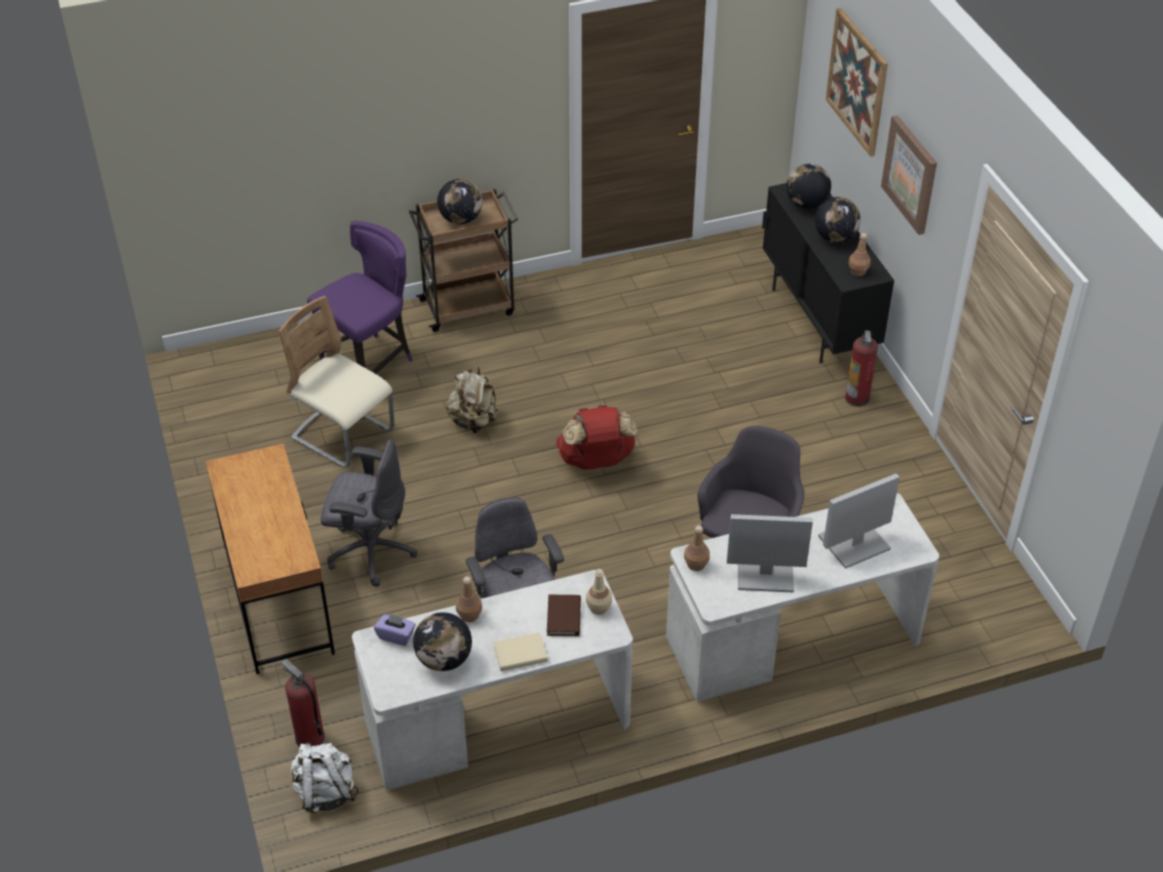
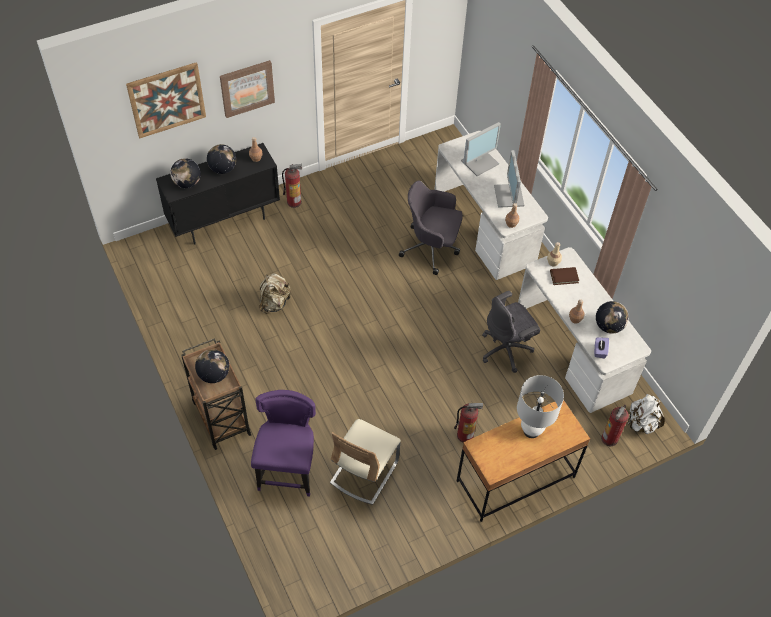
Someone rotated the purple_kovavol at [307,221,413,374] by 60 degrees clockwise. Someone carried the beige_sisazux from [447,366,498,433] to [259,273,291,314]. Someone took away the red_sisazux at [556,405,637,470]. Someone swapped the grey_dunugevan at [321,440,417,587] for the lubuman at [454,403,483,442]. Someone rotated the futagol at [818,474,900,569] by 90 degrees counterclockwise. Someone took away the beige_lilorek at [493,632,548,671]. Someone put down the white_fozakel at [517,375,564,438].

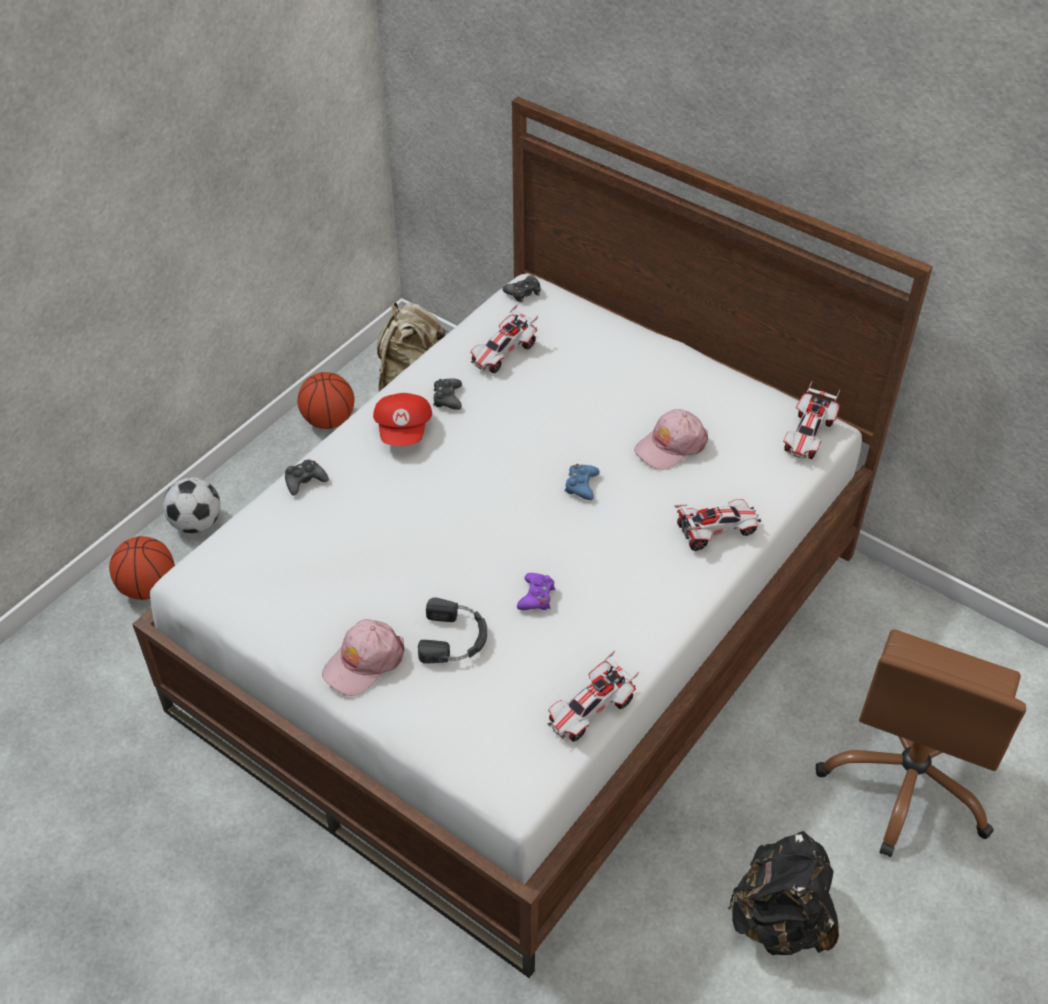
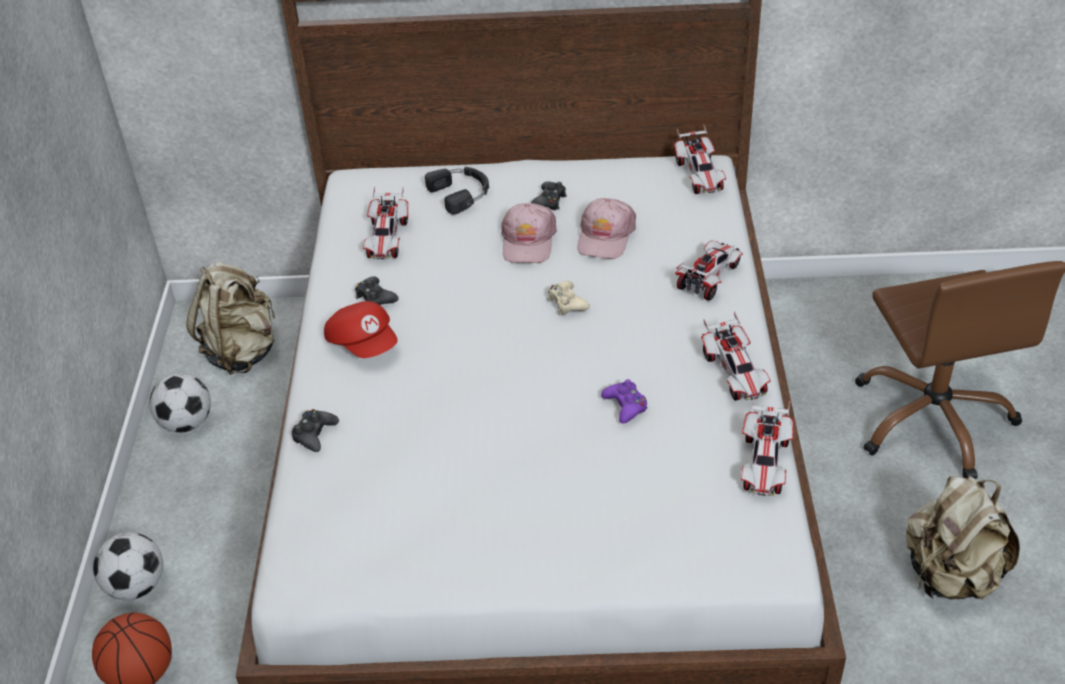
Someone carried the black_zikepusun from [502,275,541,302] to [531,182,567,210]. Someone swapped the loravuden at [297,372,354,429] for the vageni at [149,373,211,433]. Someone repainted the blue_zikepusun at [565,464,600,500], which became the beige_zikepusun at [547,281,590,315]. Someone carried the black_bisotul from [418,598,487,664] to [425,167,489,215]. Someone carried the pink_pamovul from [322,619,404,696] to [501,203,557,263]. Someone repainted the black_sisazux at [728,831,839,955], which became the beige_sisazux at [906,476,1020,599]. Someone put down the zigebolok at [701,311,771,401].

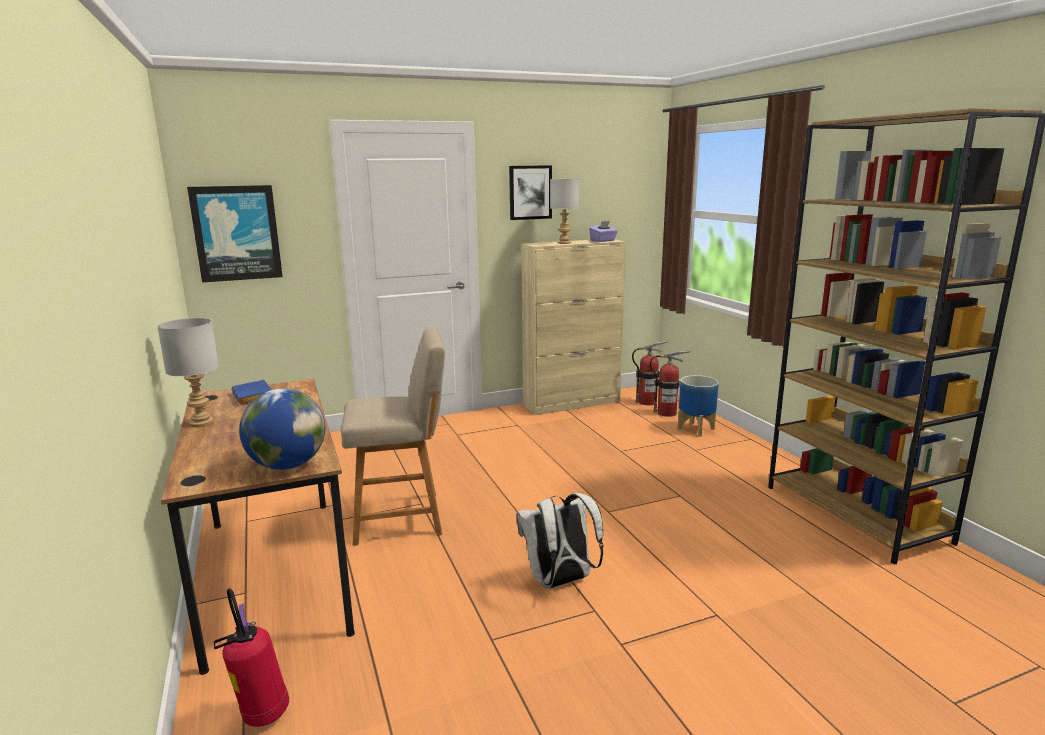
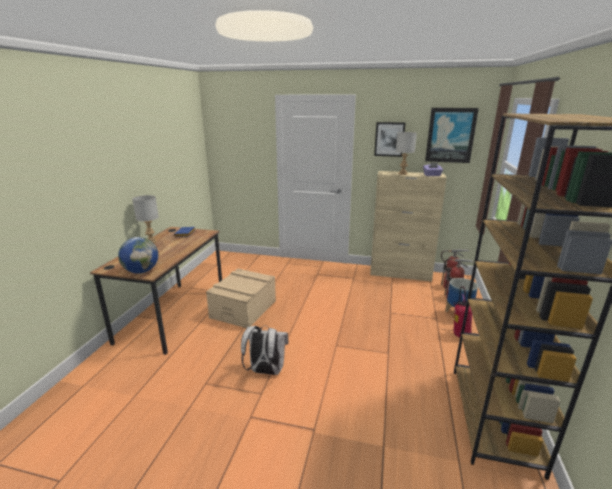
Someone carried the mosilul from [187,185,283,283] to [425,108,479,163]. Someone swapped the beige_kovavol at [341,327,445,546] for the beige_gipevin at [206,268,276,328]. Someone carried the lubuman from [214,588,289,727] to [453,286,472,338].

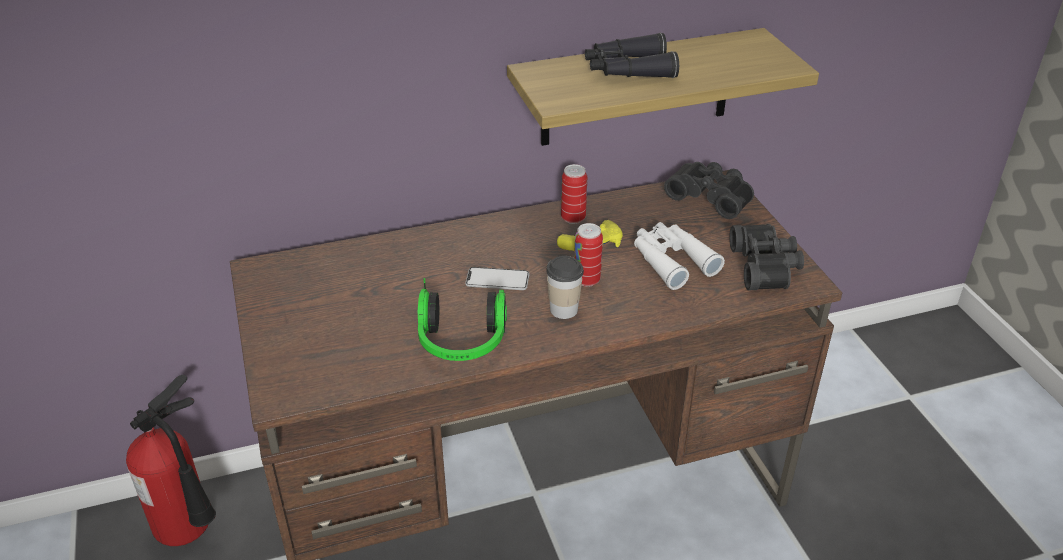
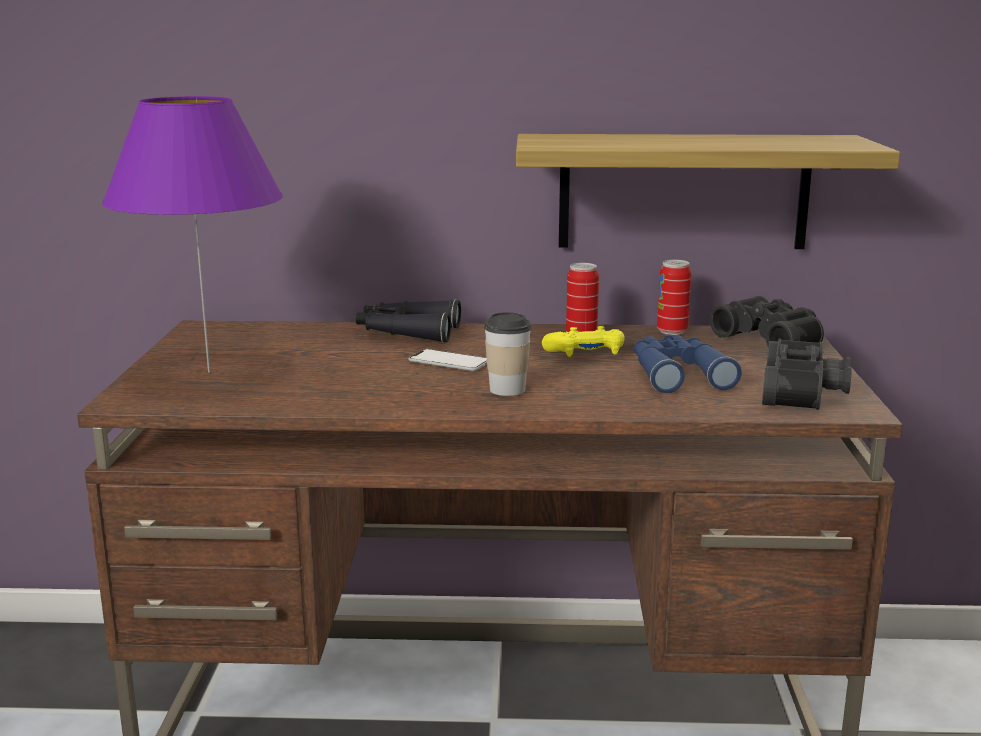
Someone carried the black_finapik from [585,33,679,78] to [356,299,461,343]. Someone repainted the white_finapik at [634,222,725,290], which became the blue_finapik at [634,334,741,393]. Someone carried the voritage from [574,223,603,287] to [657,260,692,335]. Someone took away the bisotul at [418,278,507,361]. Someone took away the lubuman at [126,375,216,546]. Someone put down the purple_fozakel at [102,96,283,373].

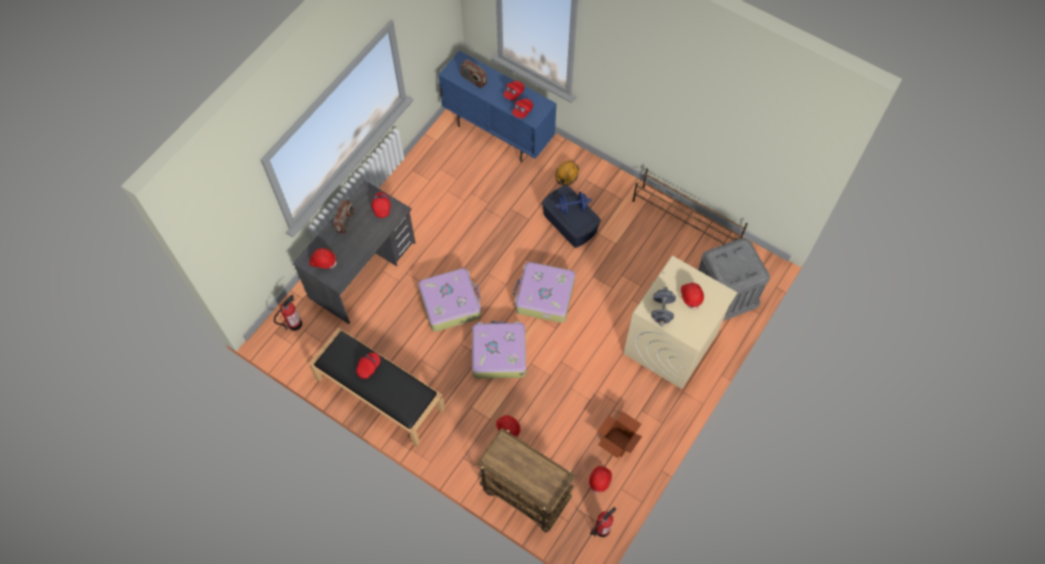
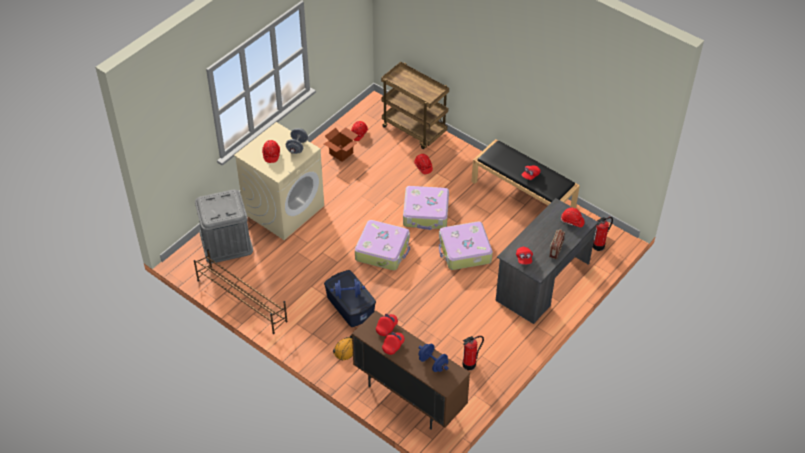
Someone repainted the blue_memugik at [438,51,557,162], which became the brown_memugik at [352,311,470,430]. Someone swapped the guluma at [461,59,487,88] for the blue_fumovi at [418,344,449,372]. Someone carried the lubuman from [590,507,616,537] to [462,336,484,370].

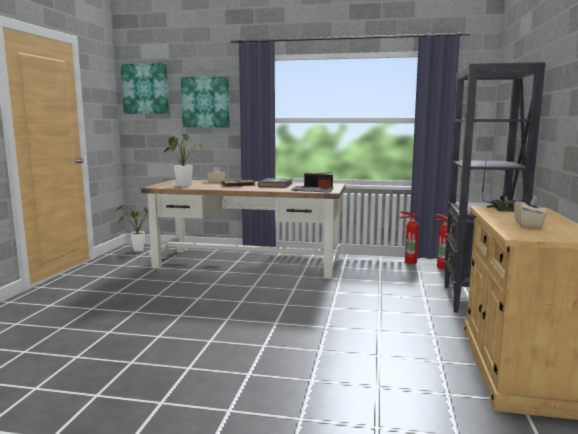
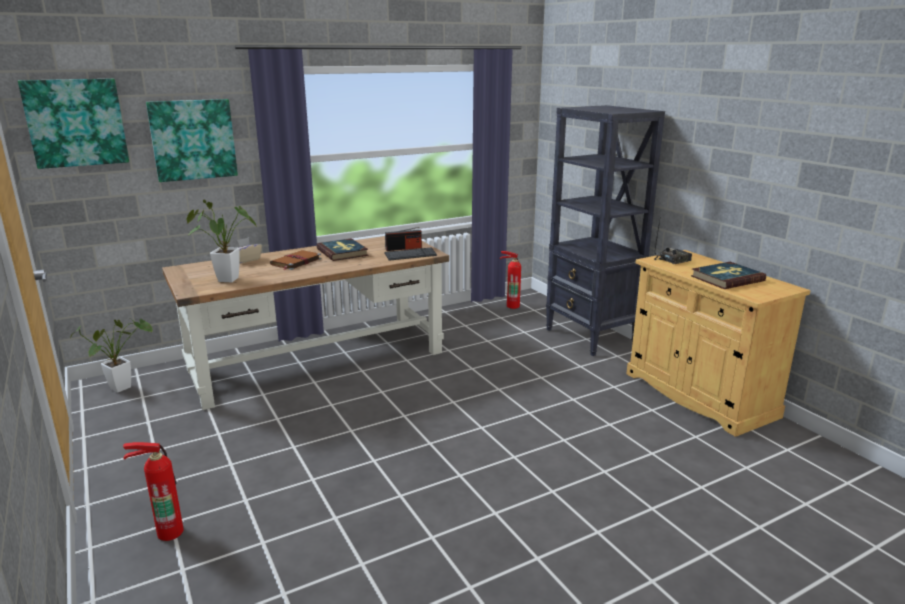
Someone swapped the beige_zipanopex at [514,195,547,228] for the lilorek at [691,262,766,289]. Someone carried the lubuman from [400,211,419,264] to [123,442,184,541].

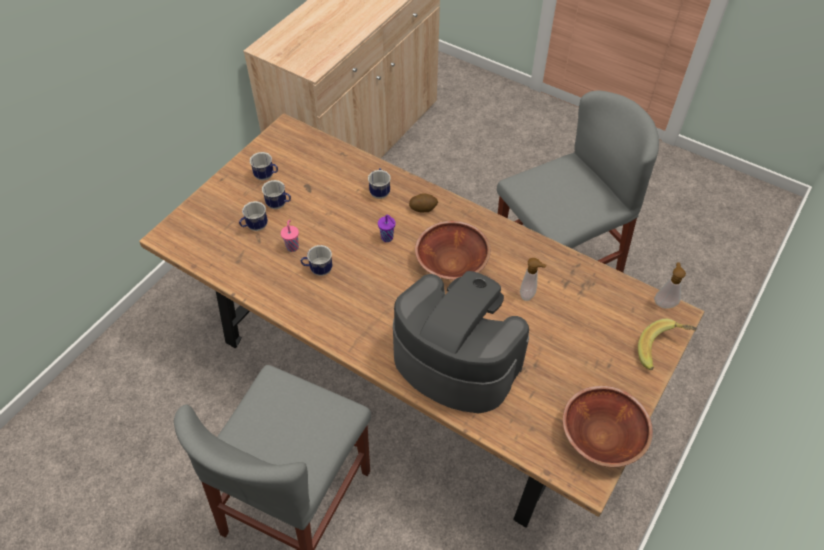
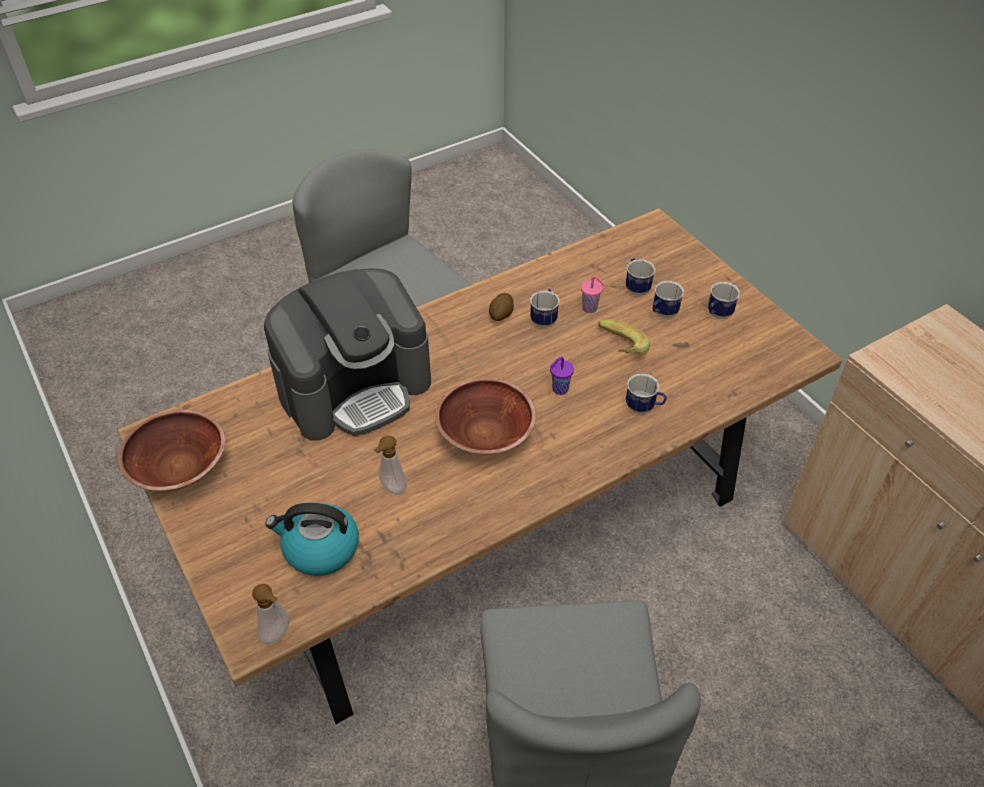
Someone carried the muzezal from [409,193,438,213] to [489,293,514,321]. Someone carried the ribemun from [638,319,697,370] to [598,319,650,354]. Someone put down the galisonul at [265,503,359,576].

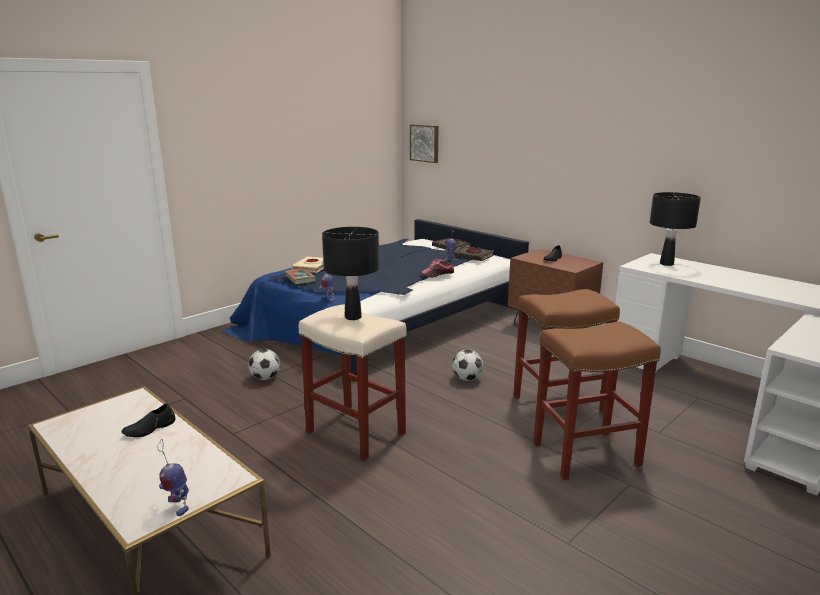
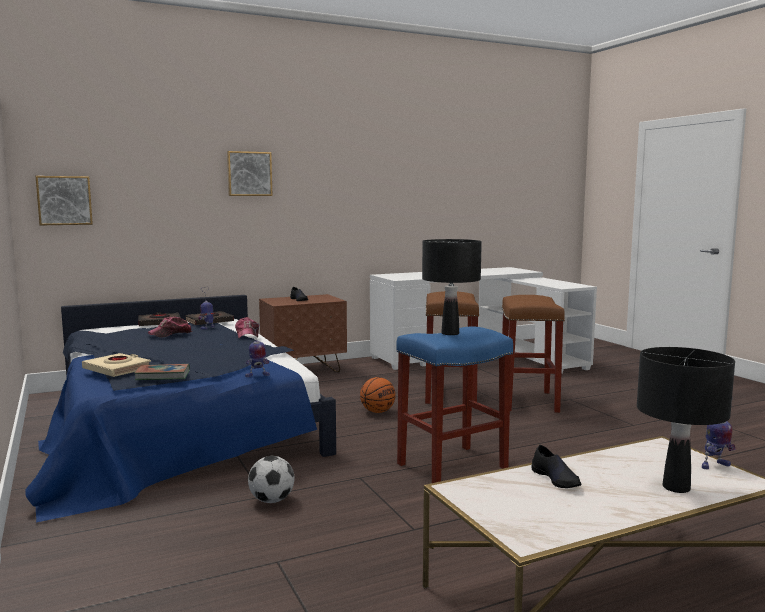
Someone carried the black_fozakel from [649,192,701,266] to [637,347,735,493]. Someone repainted the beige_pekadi at [299,304,407,461], which became the blue_pekadi at [396,327,513,483]. Someone swapped the vageni at [452,350,483,381] for the loravuden at [360,377,395,413]. Someone put up the mosilul at [227,151,272,196]. Someone put down the pamovul at [148,316,192,338].

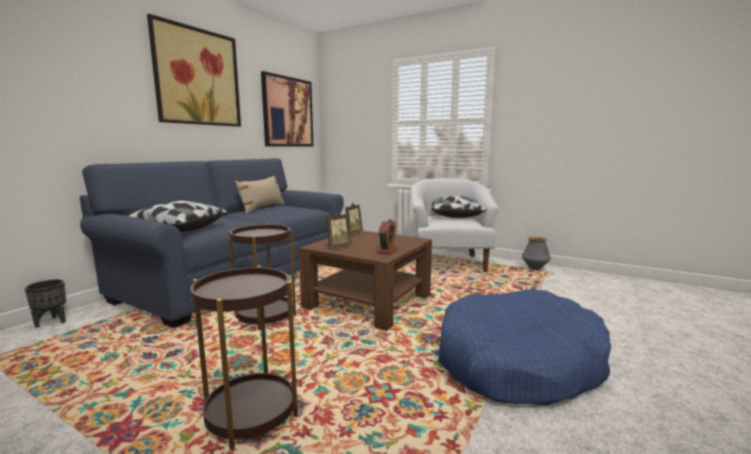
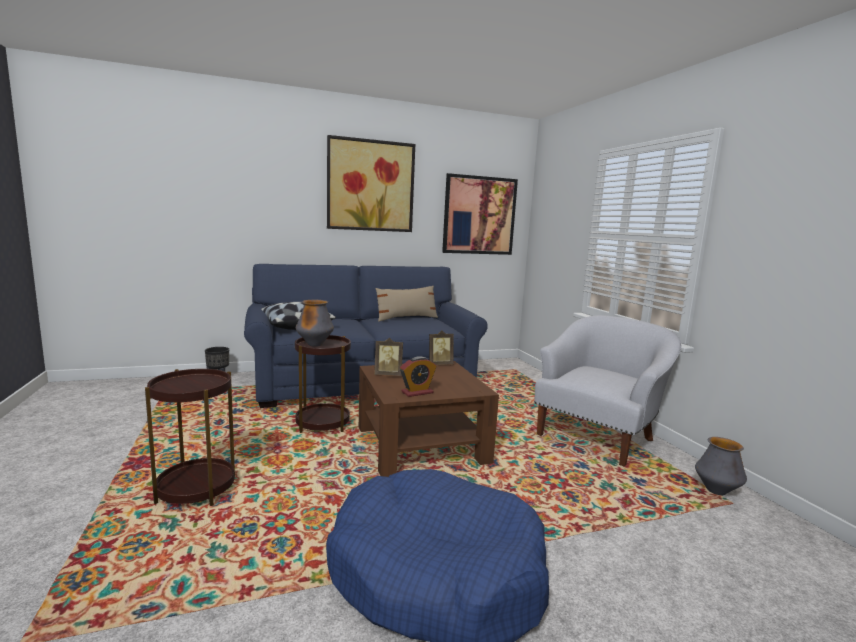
Someone took away the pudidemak at [431,195,487,218]. Someone put down the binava at [296,300,334,347].

